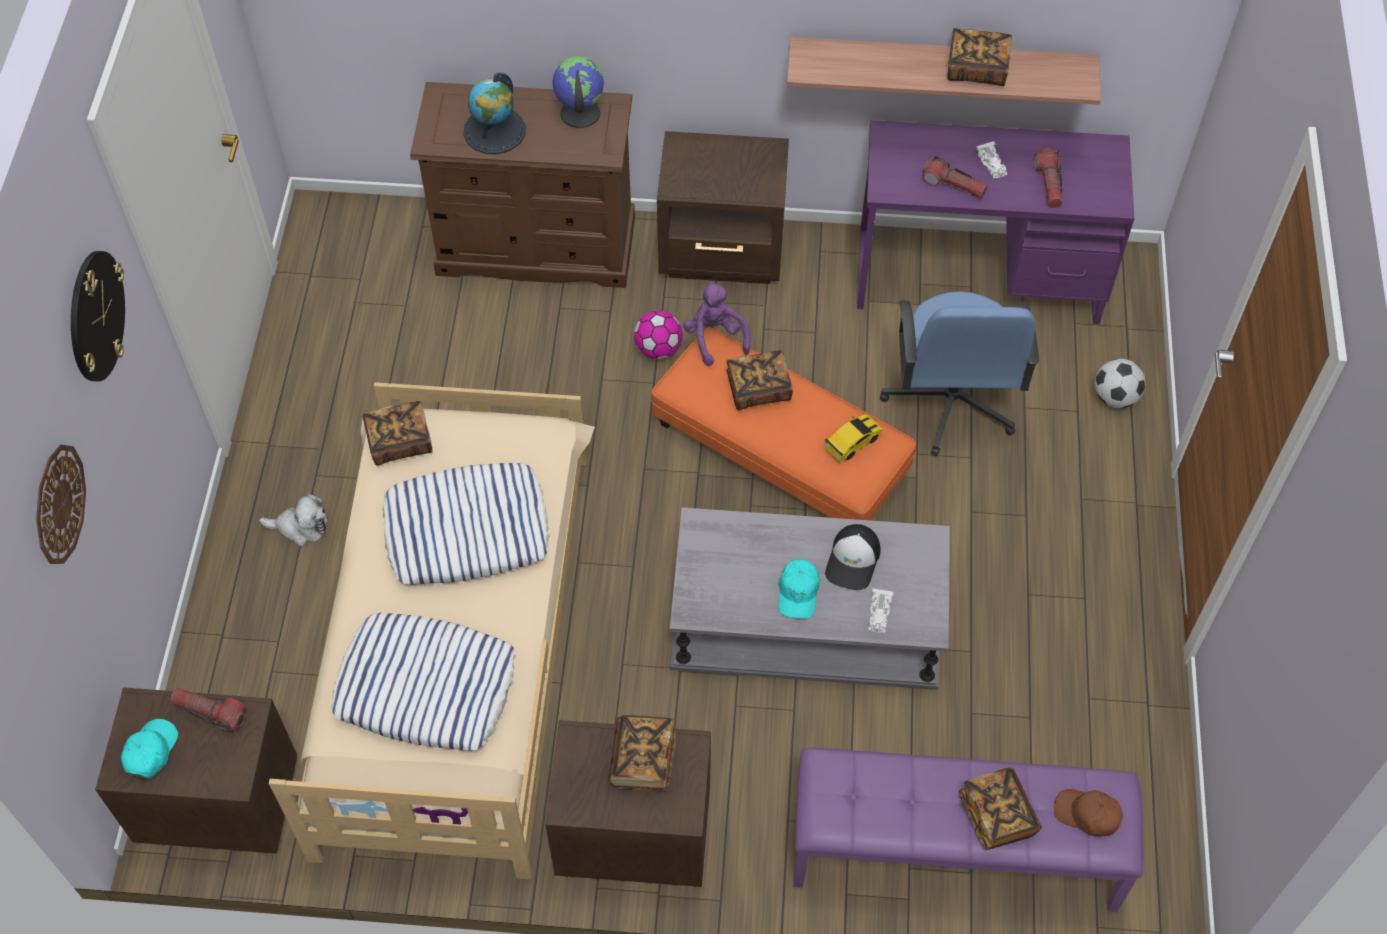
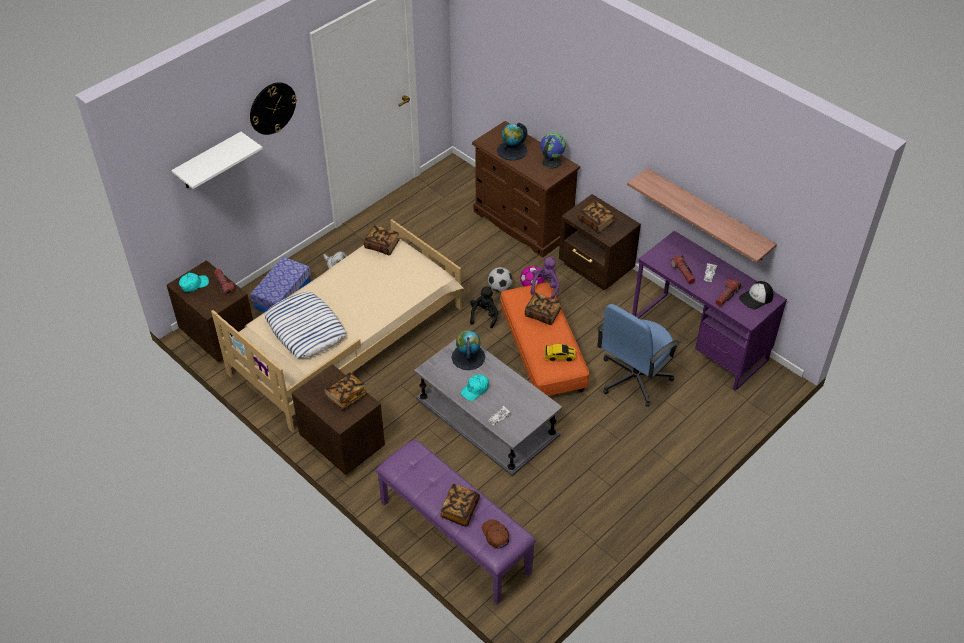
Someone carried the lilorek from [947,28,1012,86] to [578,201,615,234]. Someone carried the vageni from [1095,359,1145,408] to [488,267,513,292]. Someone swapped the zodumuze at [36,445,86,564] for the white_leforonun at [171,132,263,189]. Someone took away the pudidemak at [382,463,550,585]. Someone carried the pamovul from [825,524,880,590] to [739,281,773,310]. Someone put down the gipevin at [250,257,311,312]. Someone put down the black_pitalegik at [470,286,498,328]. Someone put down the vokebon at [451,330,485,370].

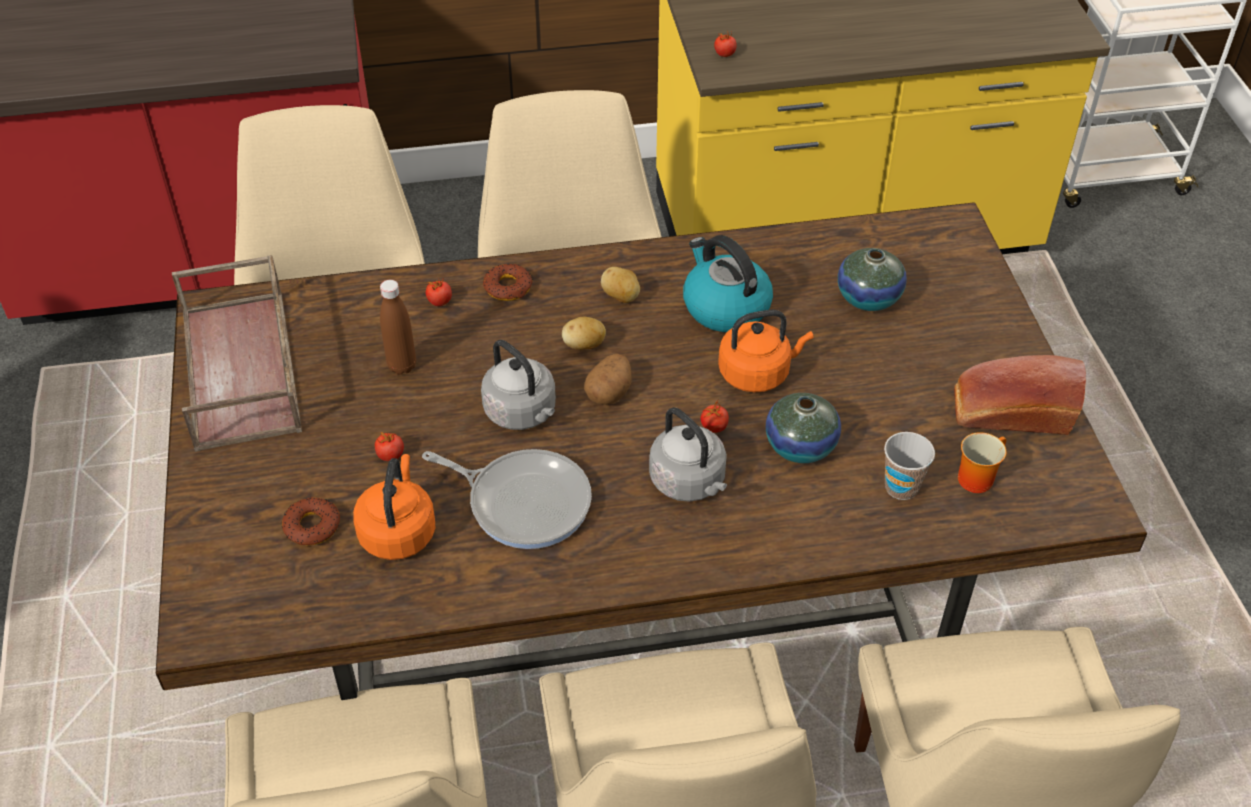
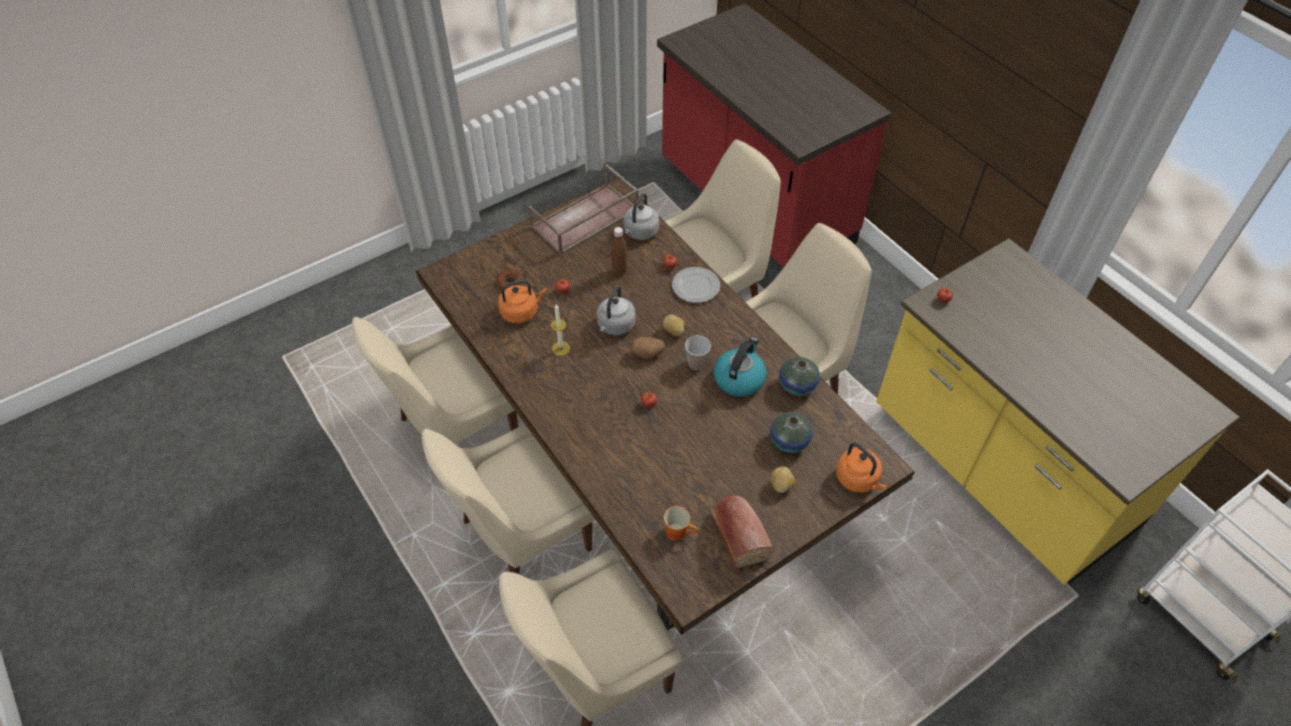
Someone swapped the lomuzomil at [483,263,532,301] for the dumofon at [672,267,720,303]. Someone carried the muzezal from [601,267,640,303] to [771,466,796,493]. Someone carried the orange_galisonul from [718,309,813,393] to [836,442,887,493]. Someone carried the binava from [766,393,841,463] to [779,357,820,396]. Someone carried the grey_galisonul from [649,407,727,502] to [624,193,659,240]. Someone carried the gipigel from [884,432,935,500] to [685,335,711,370]. Someone swapped the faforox at [422,449,592,549] for the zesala at [551,304,570,356].

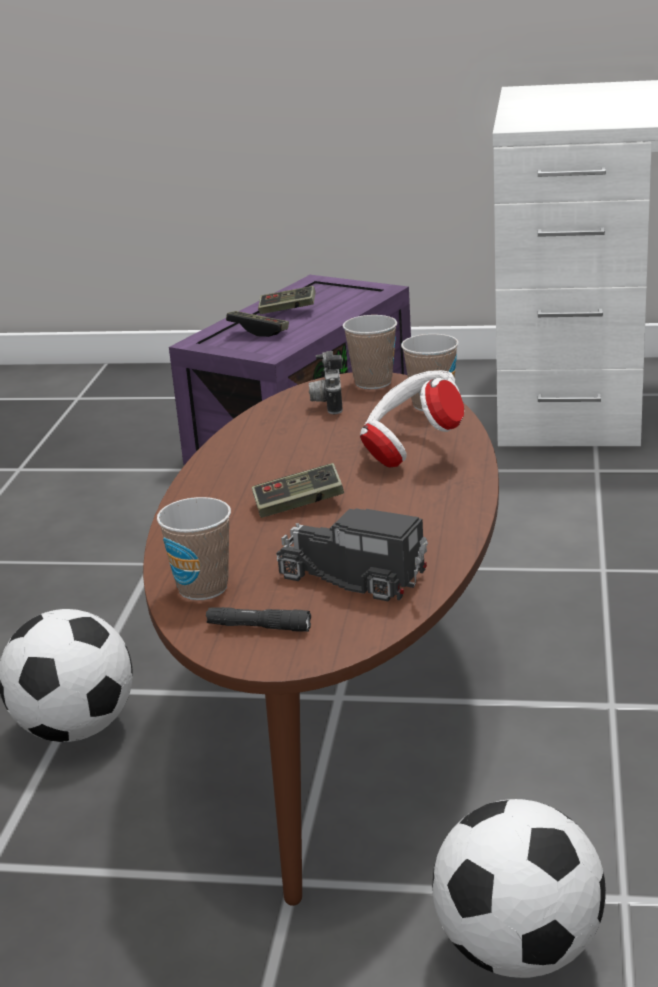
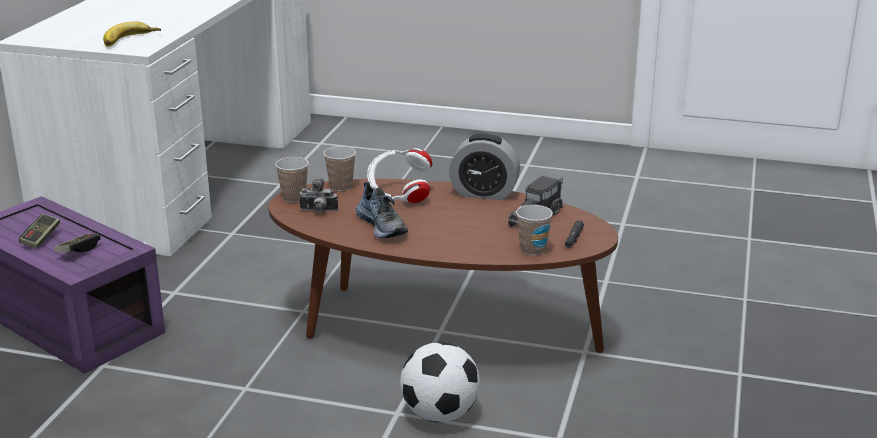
Someone took away the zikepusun at [252,463,344,518]. Someone took away the vageni at [432,799,606,978]. Someone put down the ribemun at [103,22,161,47]. Someone put down the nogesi at [449,134,520,200]. Someone put down the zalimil at [356,182,408,238].

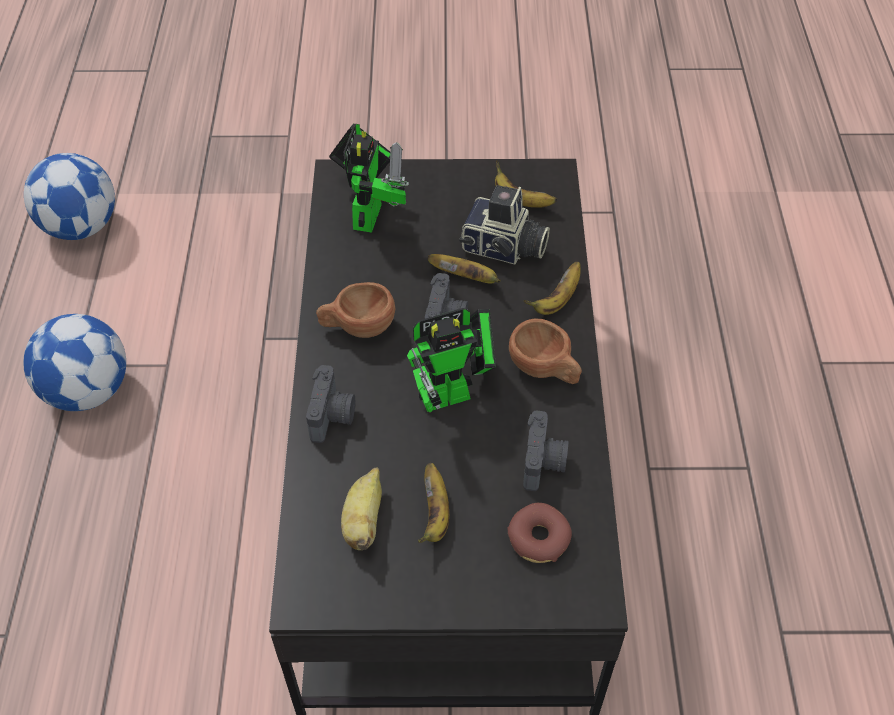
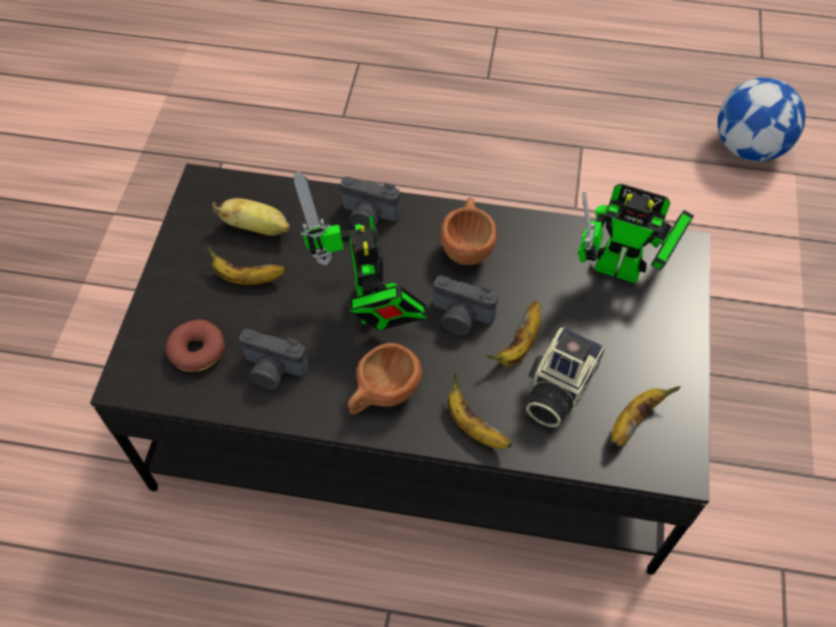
Someone took away the vageni at [23,314,126,411].

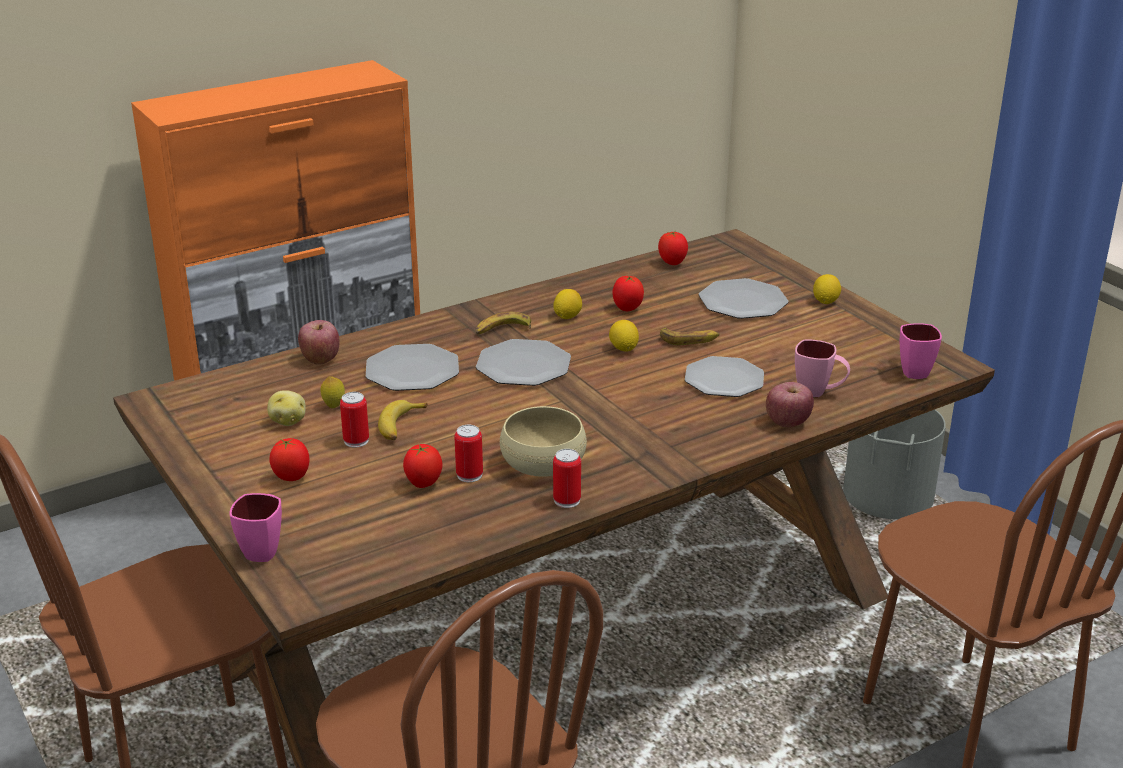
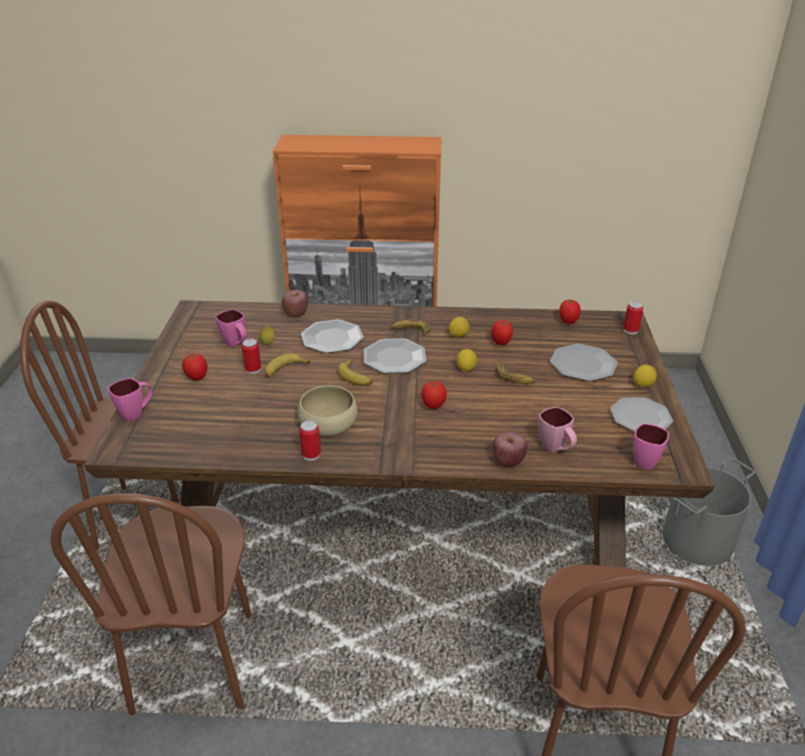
Someone carried the dumofon from [685,356,764,397] to [610,397,673,432]. Someone swapped the muzezal at [267,390,306,426] for the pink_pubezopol at [215,309,247,347]. Someone carried the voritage from [455,425,483,482] to [623,301,643,334]. Someone carried the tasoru from [403,444,442,488] to [421,381,447,409]. Someone put down the ribemun at [338,359,373,386].

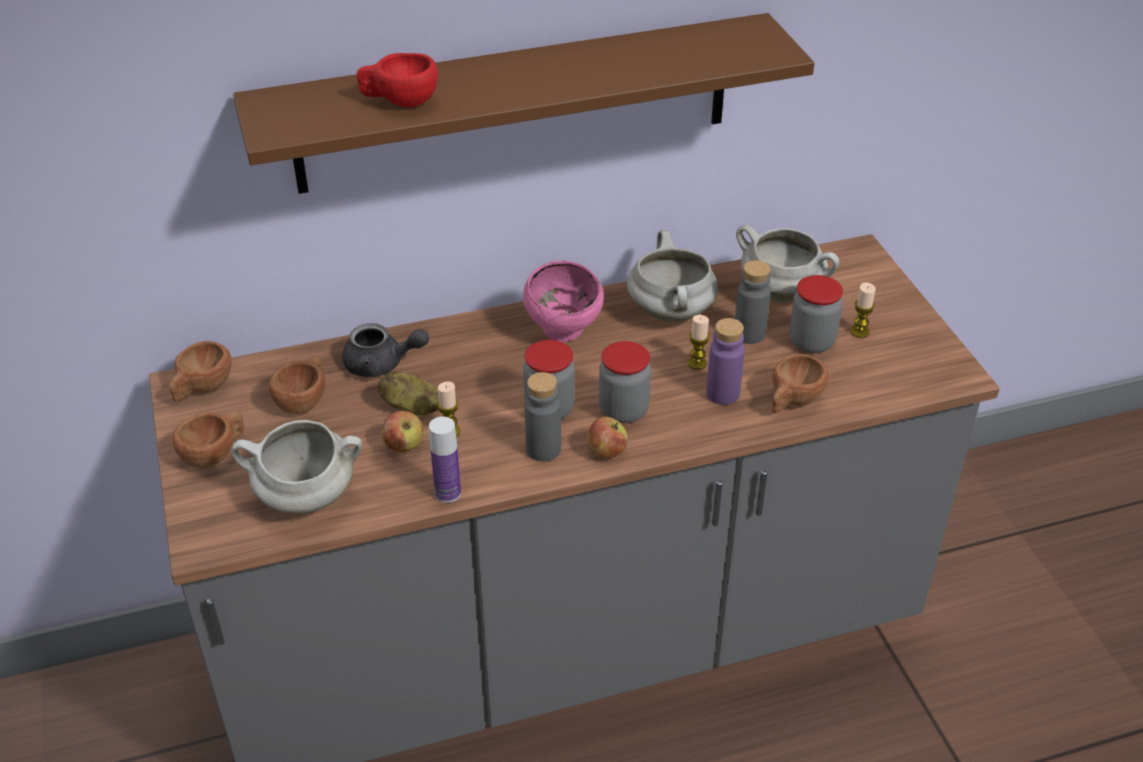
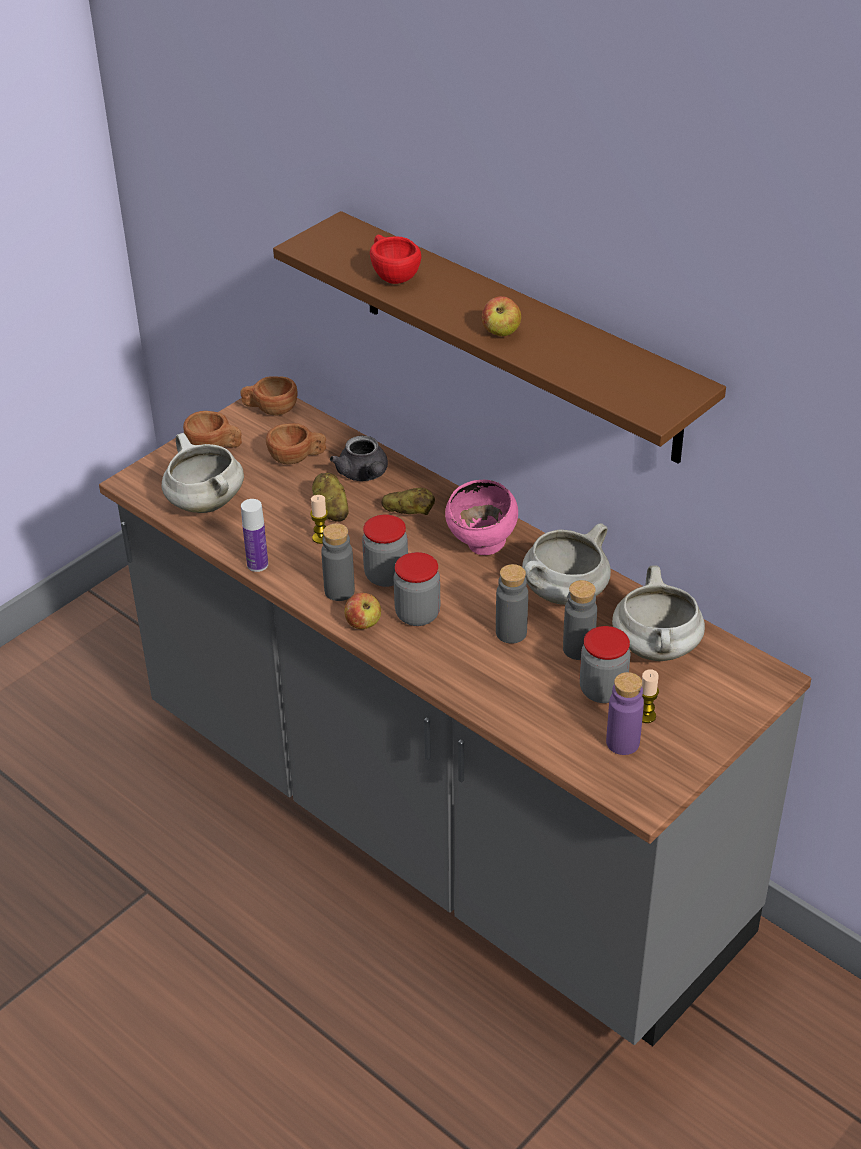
Someone swapped the zesala at [687,315,709,370] for the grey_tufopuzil at [496,564,528,644]. Someone carried the purple_tufopuzil from [706,318,745,405] to [606,672,644,755]. Someone took away the brown_gipigel at [771,354,829,413]. Someone carried the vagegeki from [382,411,424,452] to [482,296,521,336]. Someone put down the muzezal at [382,487,435,515].

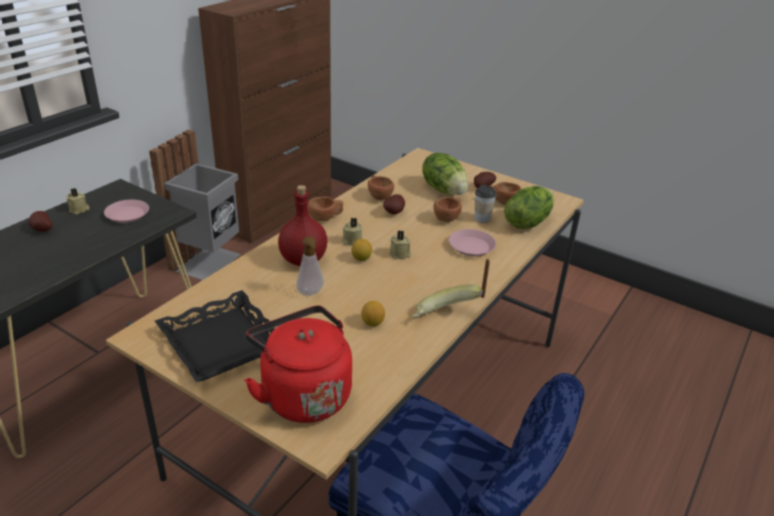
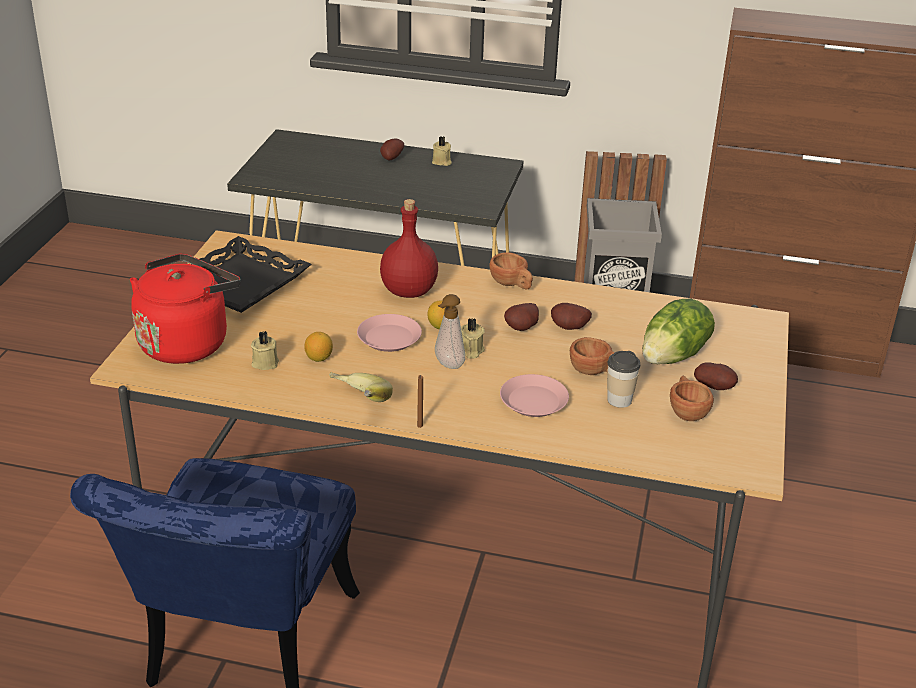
Someone took away the brown_gipigel at [368,175,394,200]. Someone took away the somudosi at [504,186,554,229]. Someone carried the pink_dumofon from [104,199,149,223] to [357,314,422,352]. Someone carried the beige_zesala from [342,217,363,246] to [251,331,279,370]. Someone carried the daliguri from [296,236,324,295] to [435,294,465,369]. Someone put down the muzezal at [504,303,539,331].

